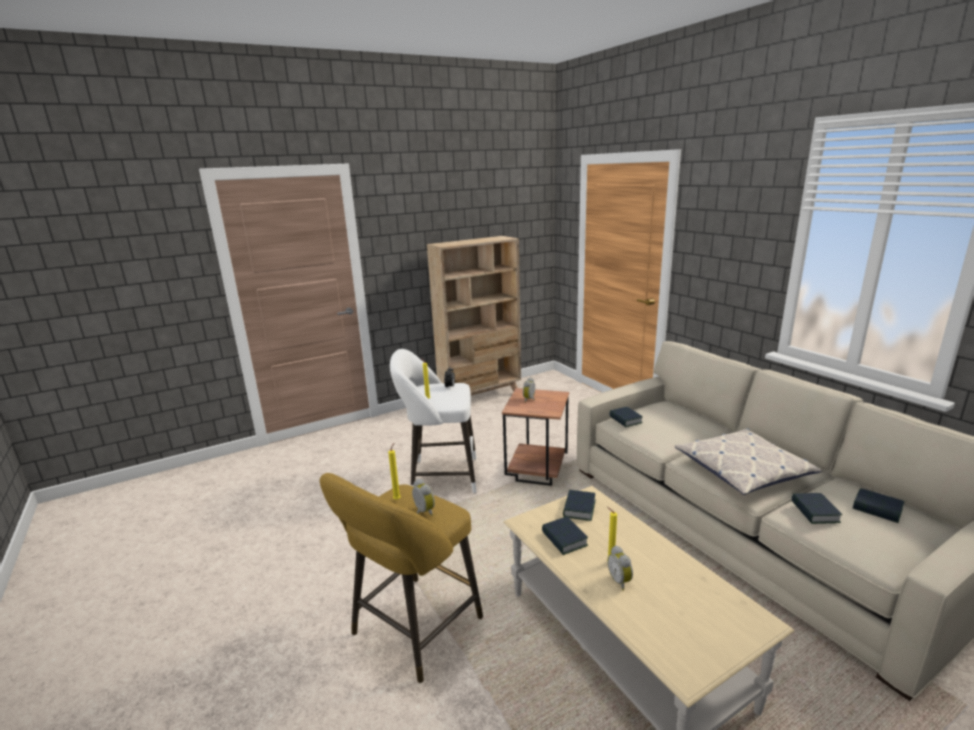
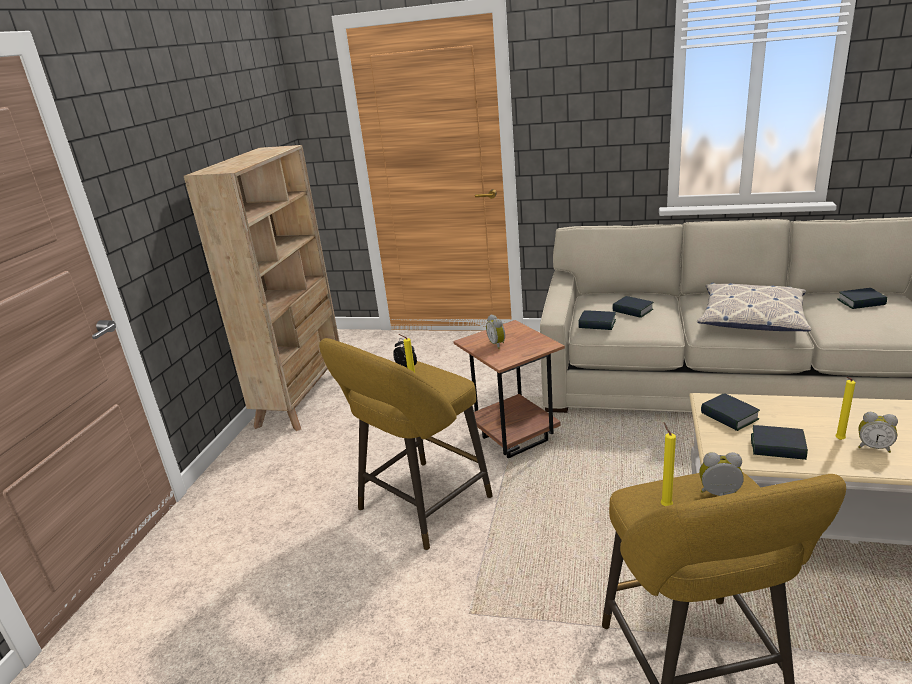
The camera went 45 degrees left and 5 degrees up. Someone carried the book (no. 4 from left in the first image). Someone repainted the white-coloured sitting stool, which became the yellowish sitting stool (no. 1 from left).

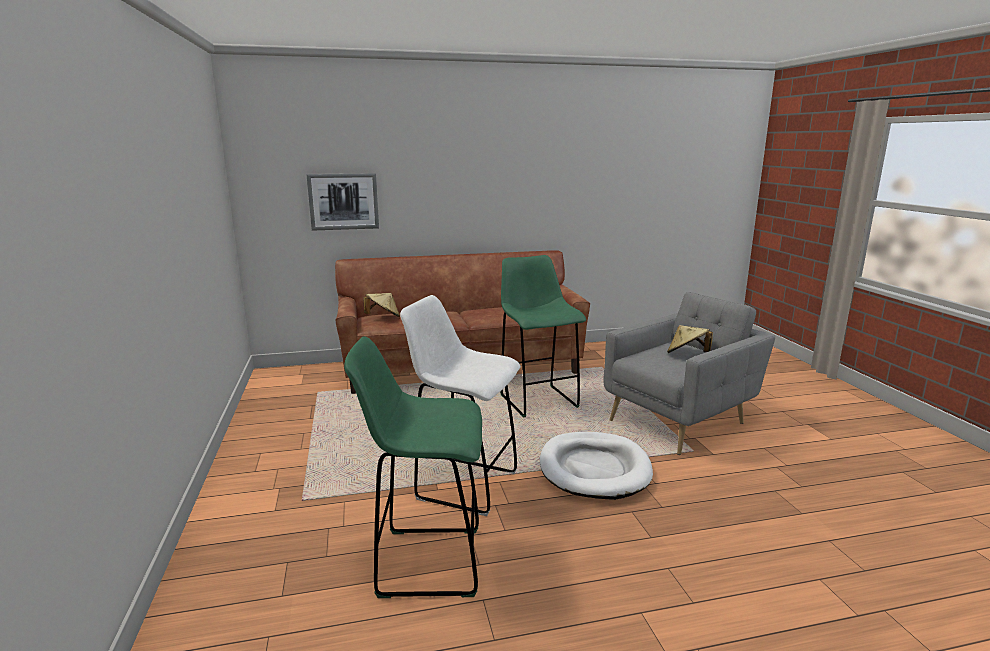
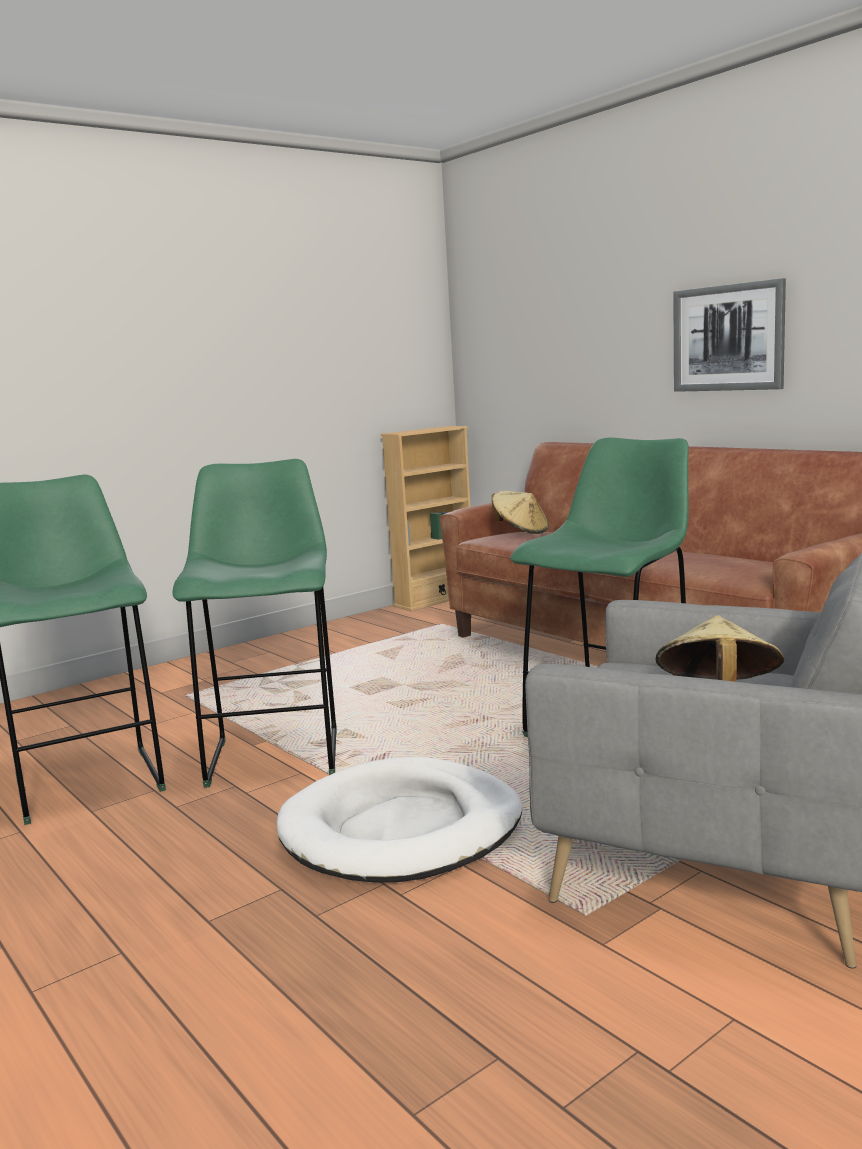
The camera went 65 degrees right and 5 degrees down. Someone put down the sand-coloured bookcase. Someone carried the wall picture. Someone repainted the white-coloured sitting stool, which became the green sitting stool (no. 2 from left).

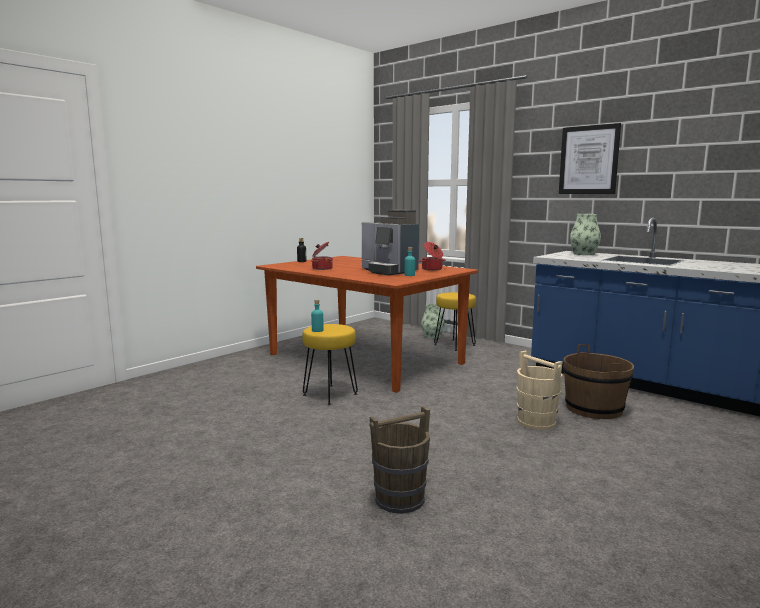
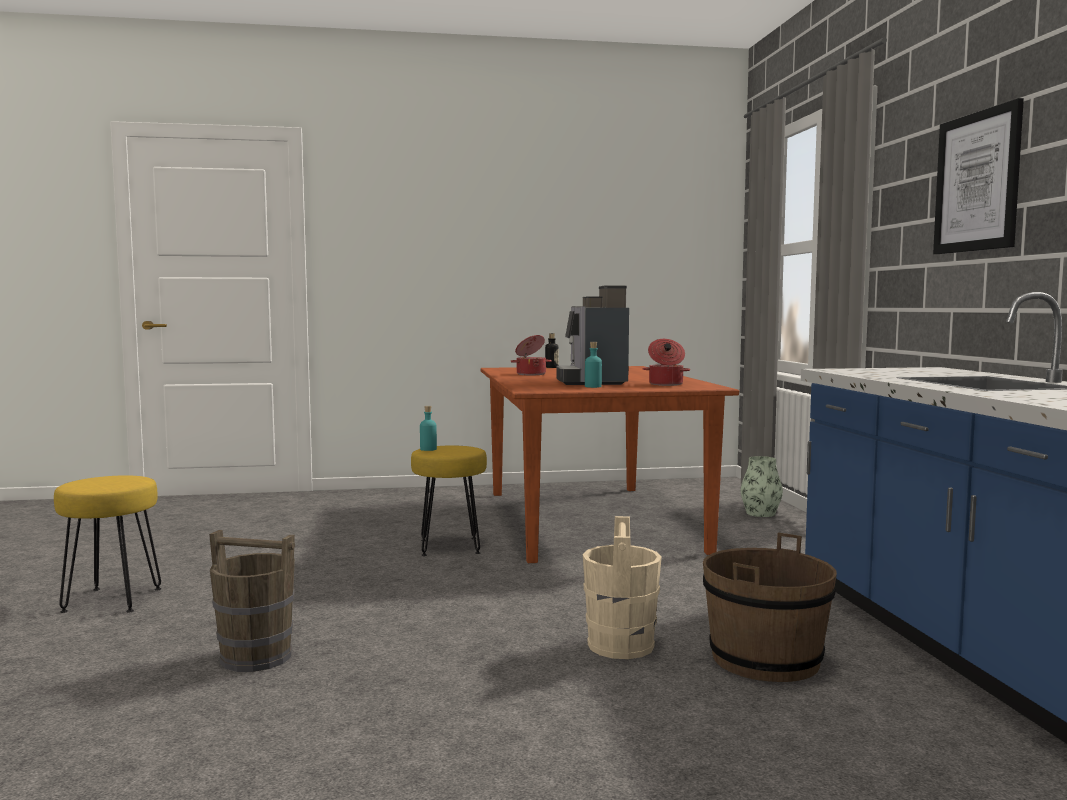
The camera went 40 degrees right and 5 degrees down. Someone took away the flower vase (no. 2 from left). Someone carried the yellowish sitting stool (no. 2 from left in the first image).

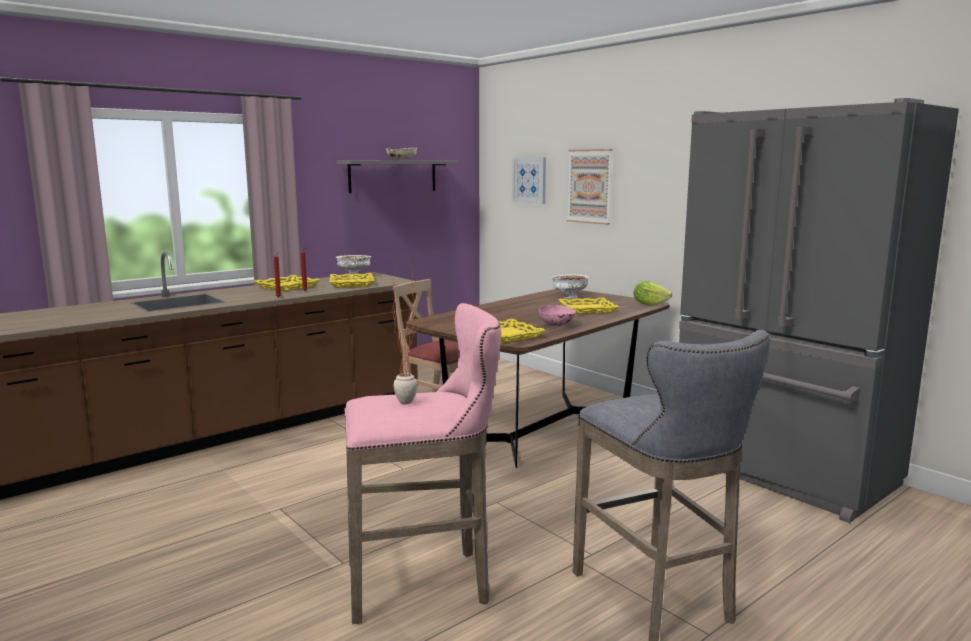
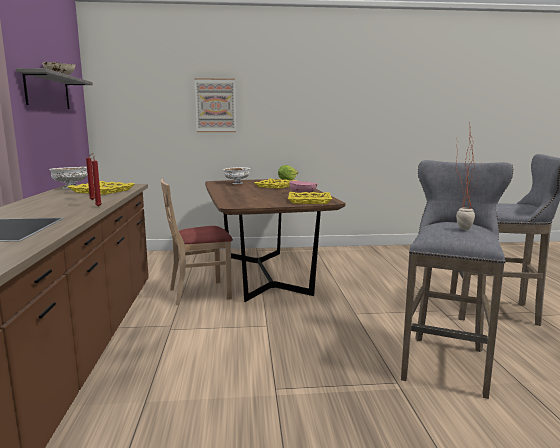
The camera went 55 degrees left and 0 degrees up. Someone took away the yellowish tray (no. 1 from left). Someone took away the wall picture (no. 1 from left). Someone took away the greyish kitchen fridge. Someone repainted the pinkish sitting stool, which became the greyish sitting stool (no. 1 from left).

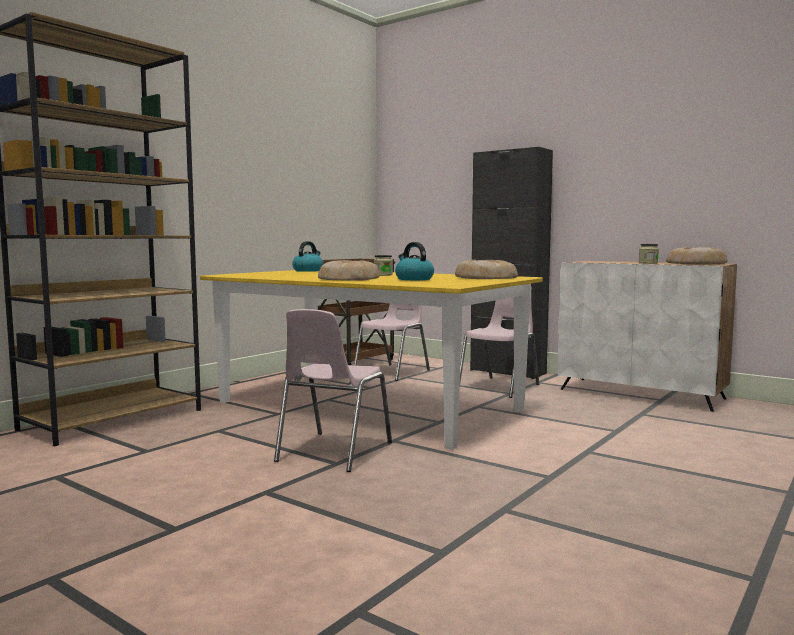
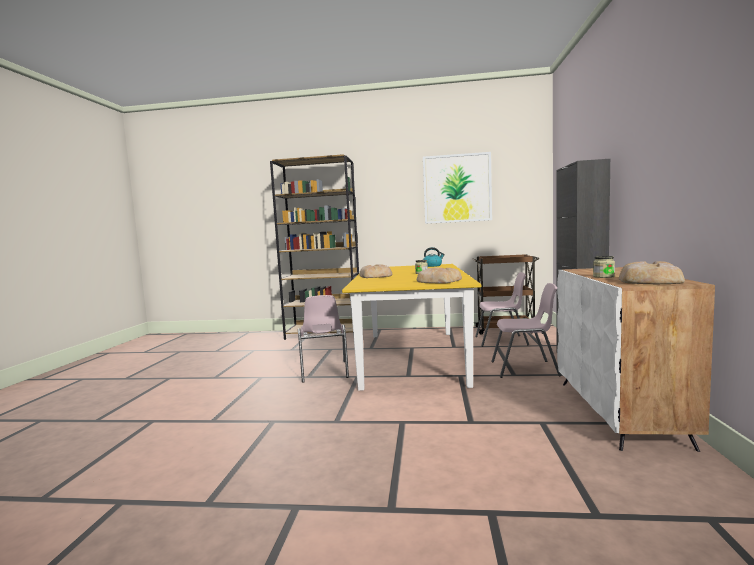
The camera went 60 degrees right and 0 degrees up. Someone took away the water kettle (no. 2 from left). Someone put up the wall picture. Someone rotated the pinkish plain chair (no. 1 from left) by 90 degrees counterclockwise.

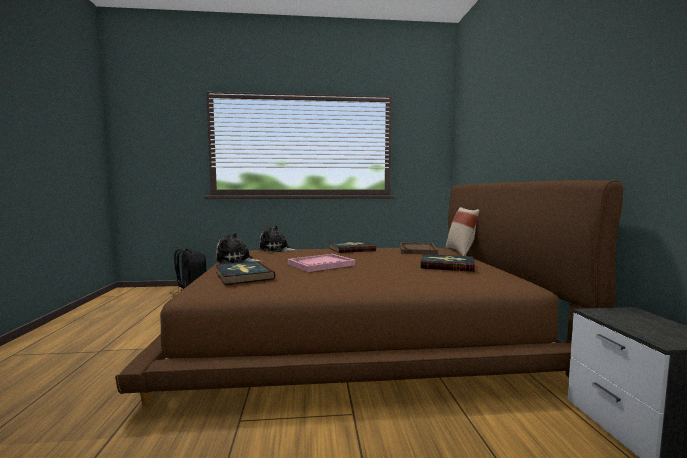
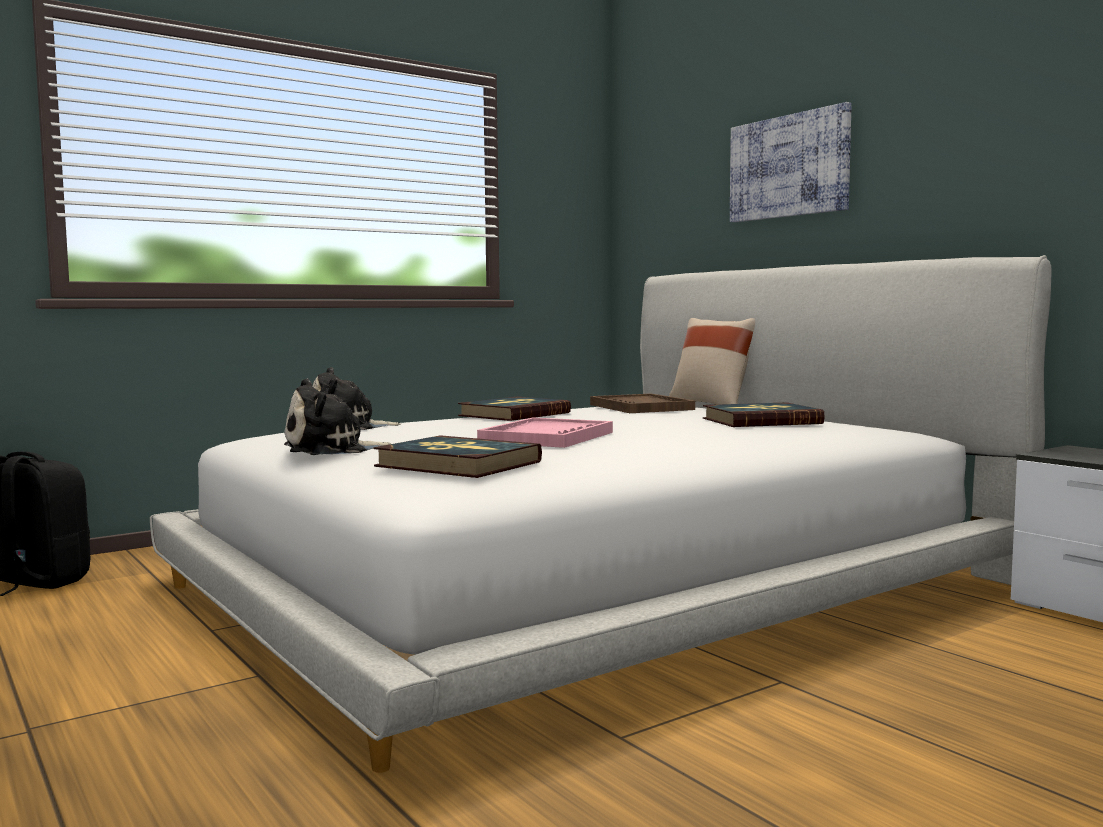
The camera went 30 degrees left and 0 degrees up. Someone put up the wall picture. Someone repainted the brown bed, which became the white-coloured bed.

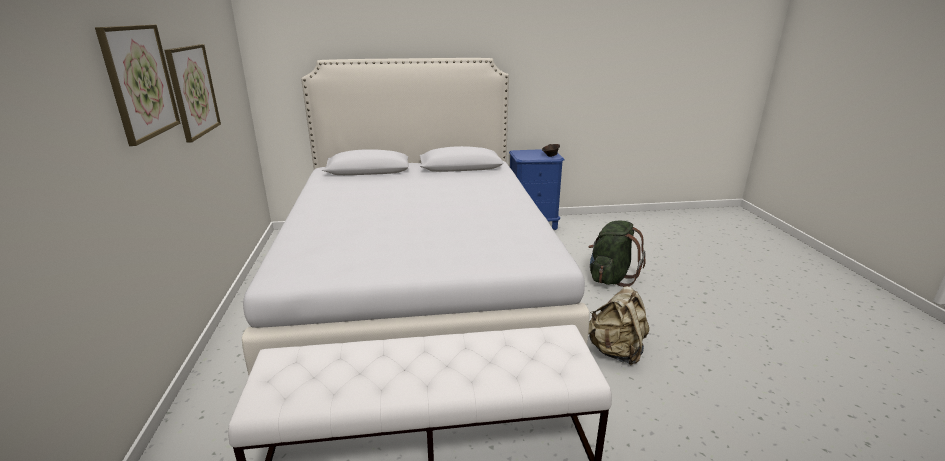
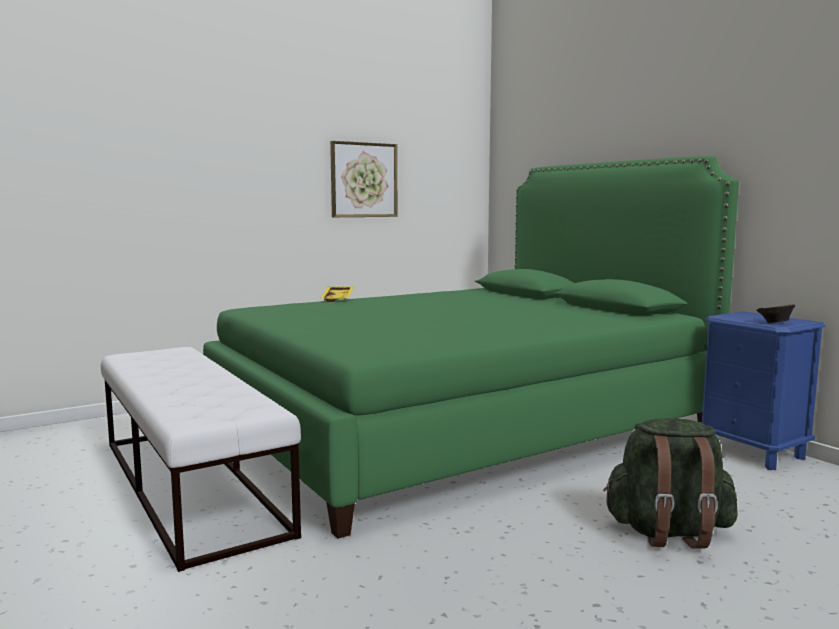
The camera went 65 degrees right and 15 degrees down. Someone took away the wall picture (no. 1 from left). Someone took away the sand-coloured knapsack. Someone put down the yellowish tray. Someone repainted the white-coloured bed, which became the green bed.

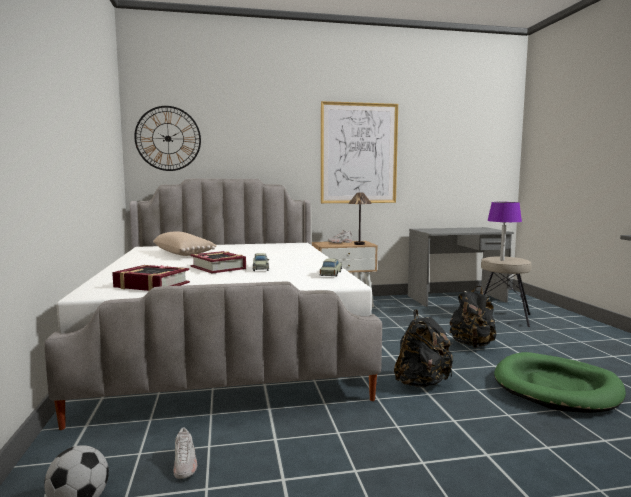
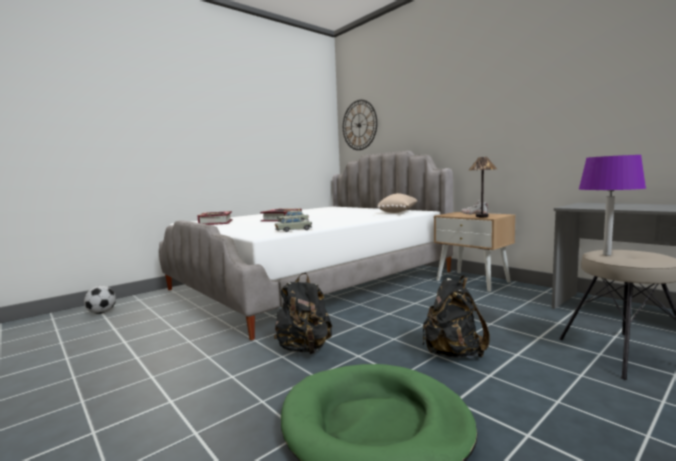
The camera went 60 degrees right and 0 degrees up. Someone took away the white-coloured item of footwear (no. 1 from left). Someone took away the wall picture. Someone carried the sand-coloured pillow.

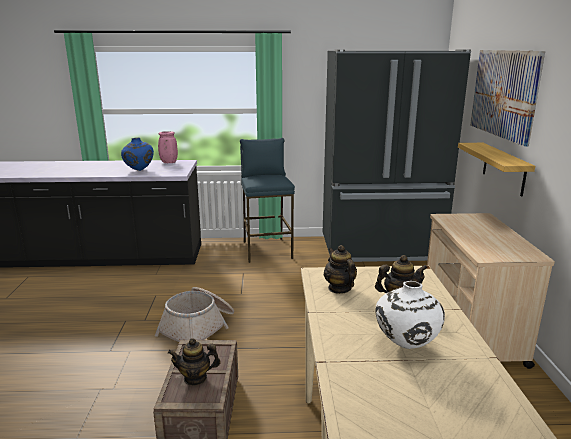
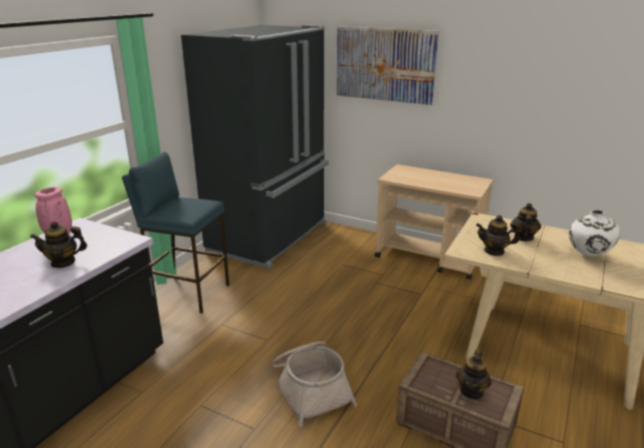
The camera went 60 degrees left and 5 degrees up. Someone took away the bracket shelf. Someone swapped the blue-coloured flower vase for the pot for tea (no. 1 from left).

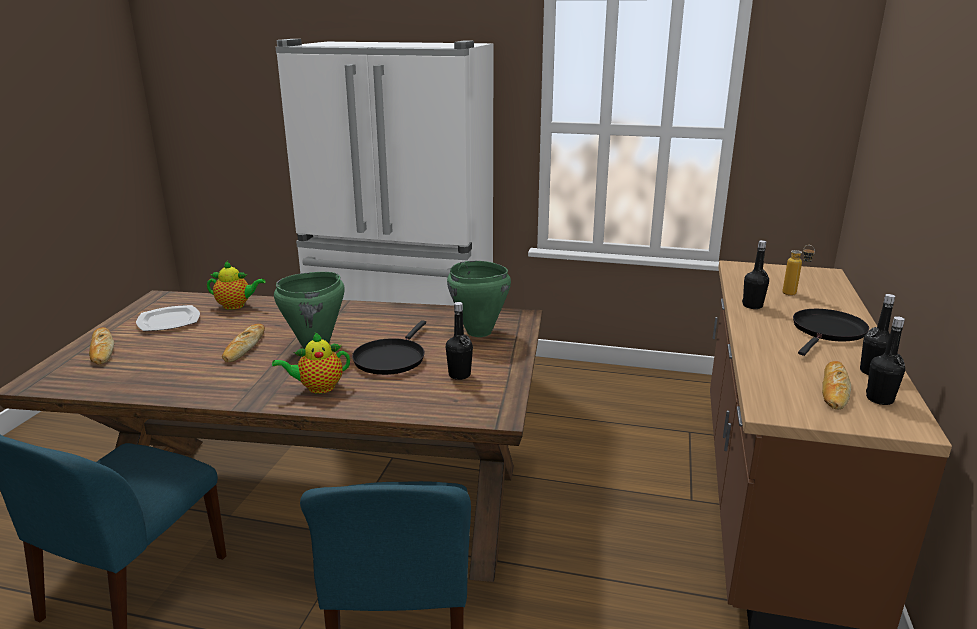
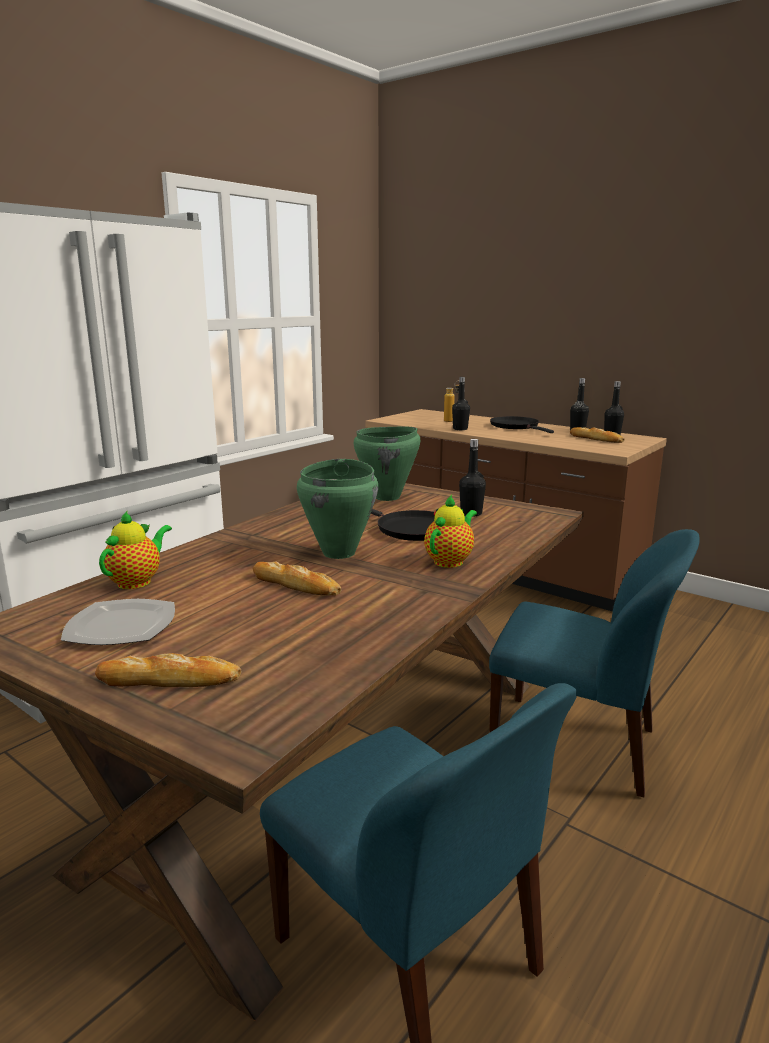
The camera went 65 degrees left and 5 degrees down. Someone rotated the pot for tea (no. 2 from left) by 150 degrees counterclockwise.

